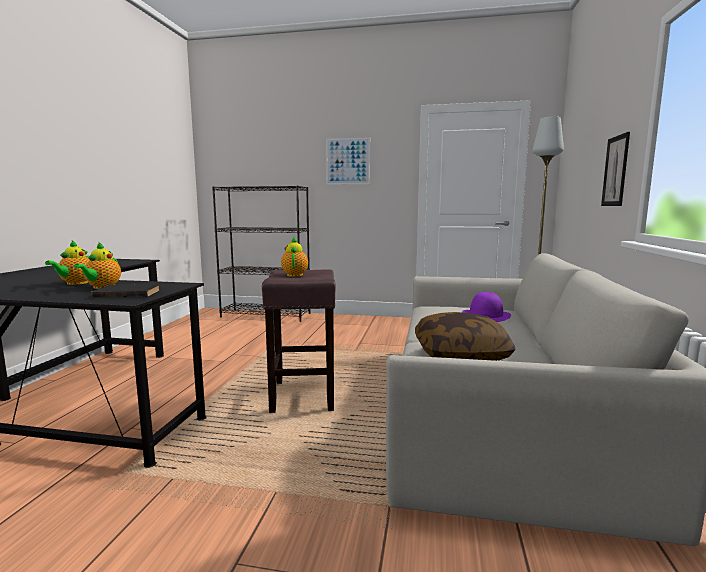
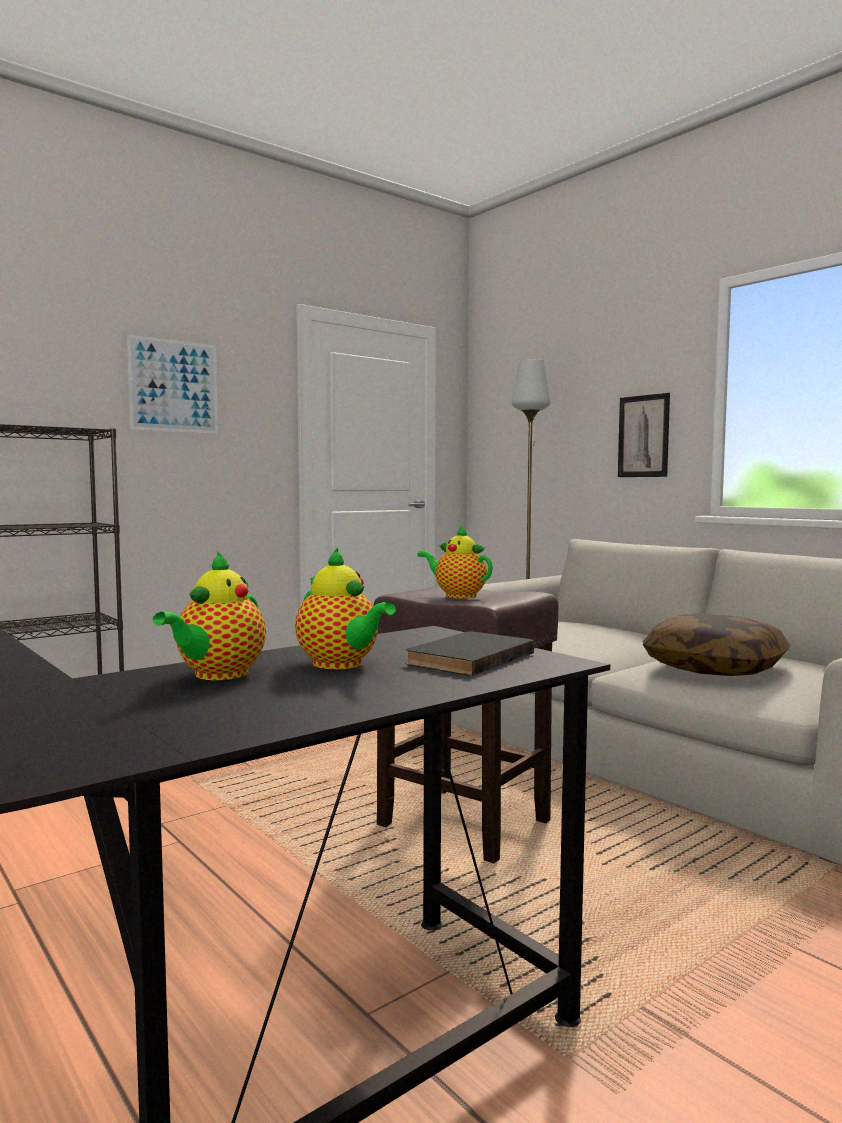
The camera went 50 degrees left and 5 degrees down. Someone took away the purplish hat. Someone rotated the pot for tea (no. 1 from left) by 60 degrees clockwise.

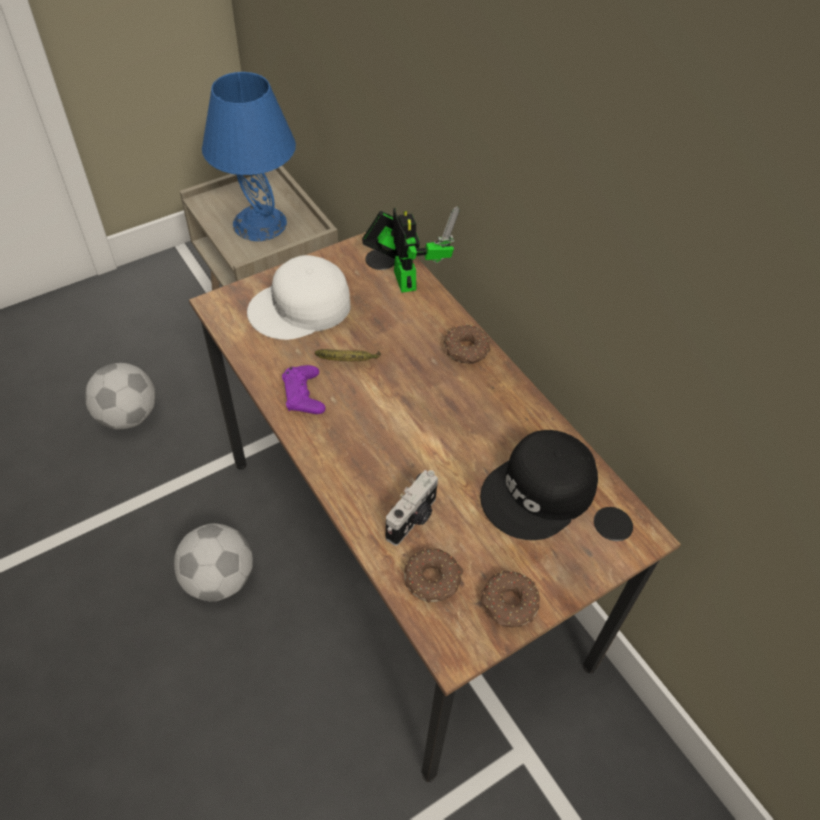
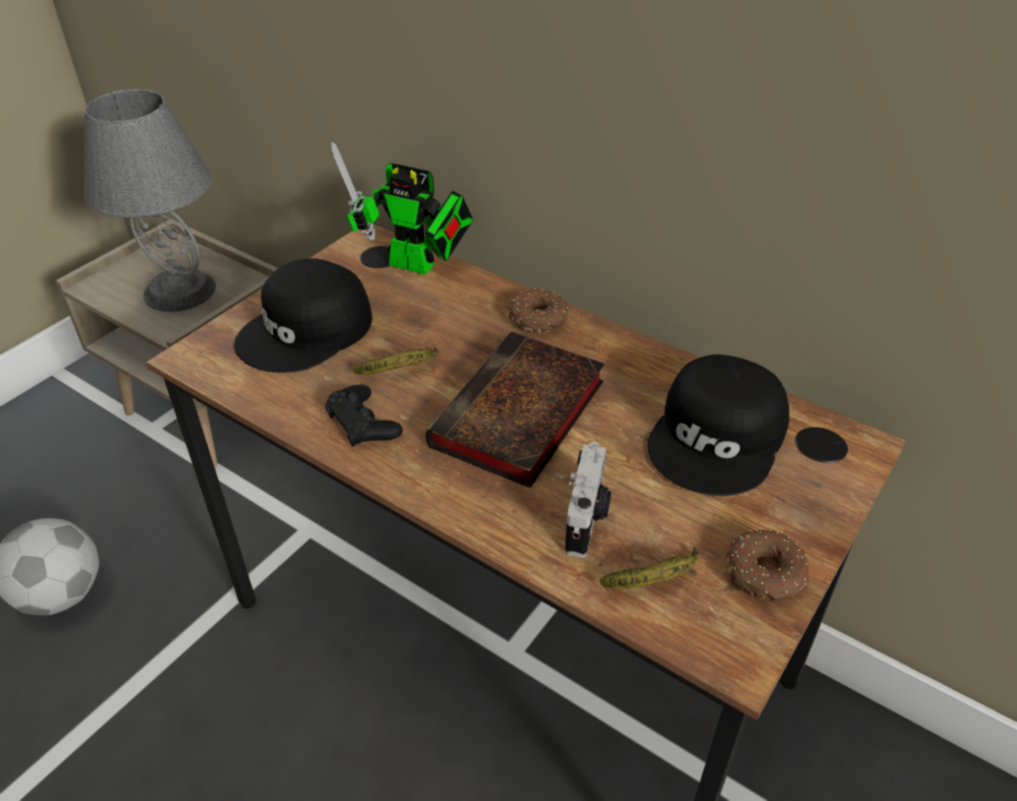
The camera went 20 degrees left and 10 degrees down. Someone took away the ball for football (no. 2 from left). Someone put down the book. Someone swapped the ring doughnut (no. 1 from left) for the whole banana (no. 2 from left). Someone repainted the blue-coloured tabletop lamp, which became the greyish tabletop lamp. Someone repainted the white-coloured baseball cap, which became the black baseball cap (no. 1 from left). Someone repainted the purplish game controller, which became the black game controller. Someone rotated the toy robot by 150 degrees clockwise.

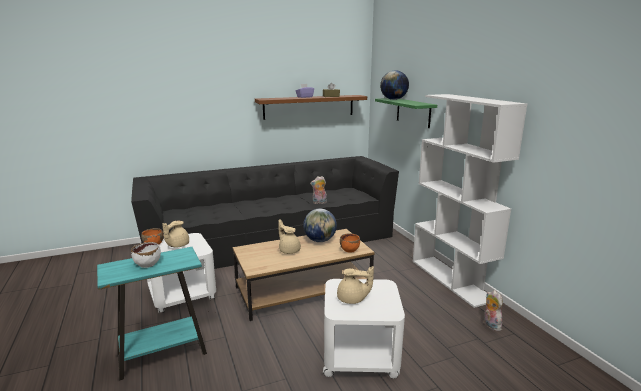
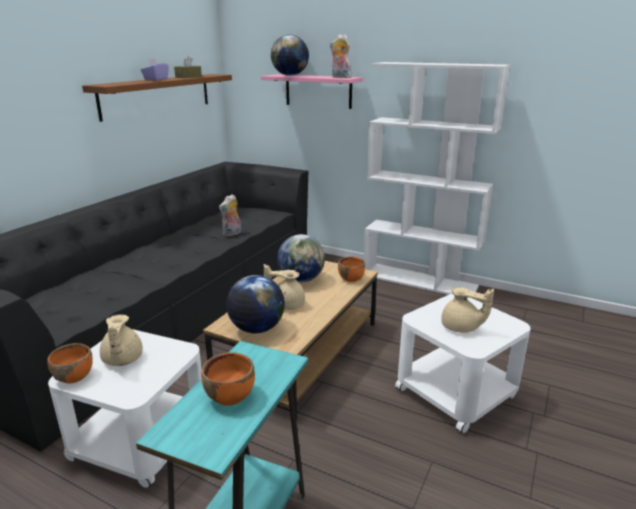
The camera went 40 degrees left and 5 degrees up. Someone put down the desk globe (no. 1 from left). Someone carried the cuddly toy (no. 2 from left). Someone repainted the white-coloured deep dish, which became the orangey deep dish (no. 2 from left). Someone repainted the green bracket shelf, which became the pinkish bracket shelf. Someone rotated the sand-coloured pot for tea (no. 3 from left) by 60 degrees clockwise.

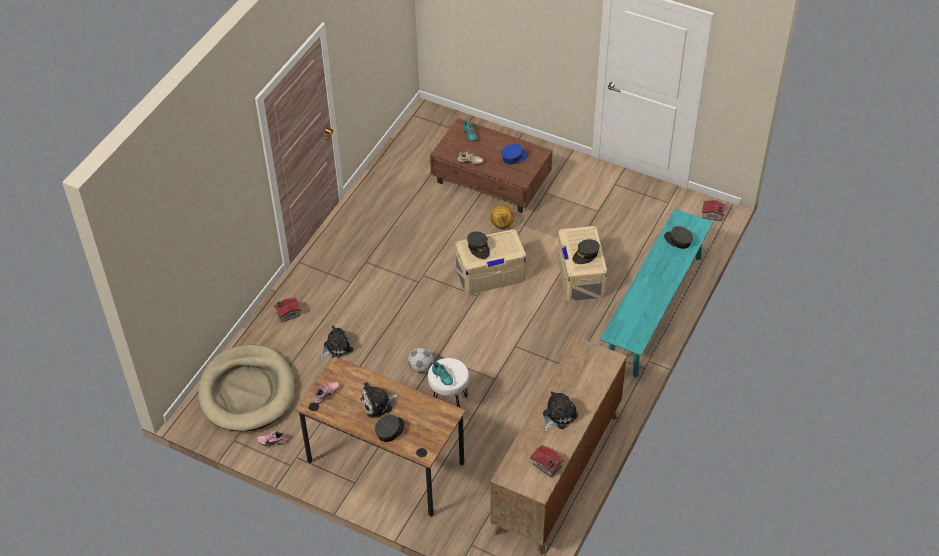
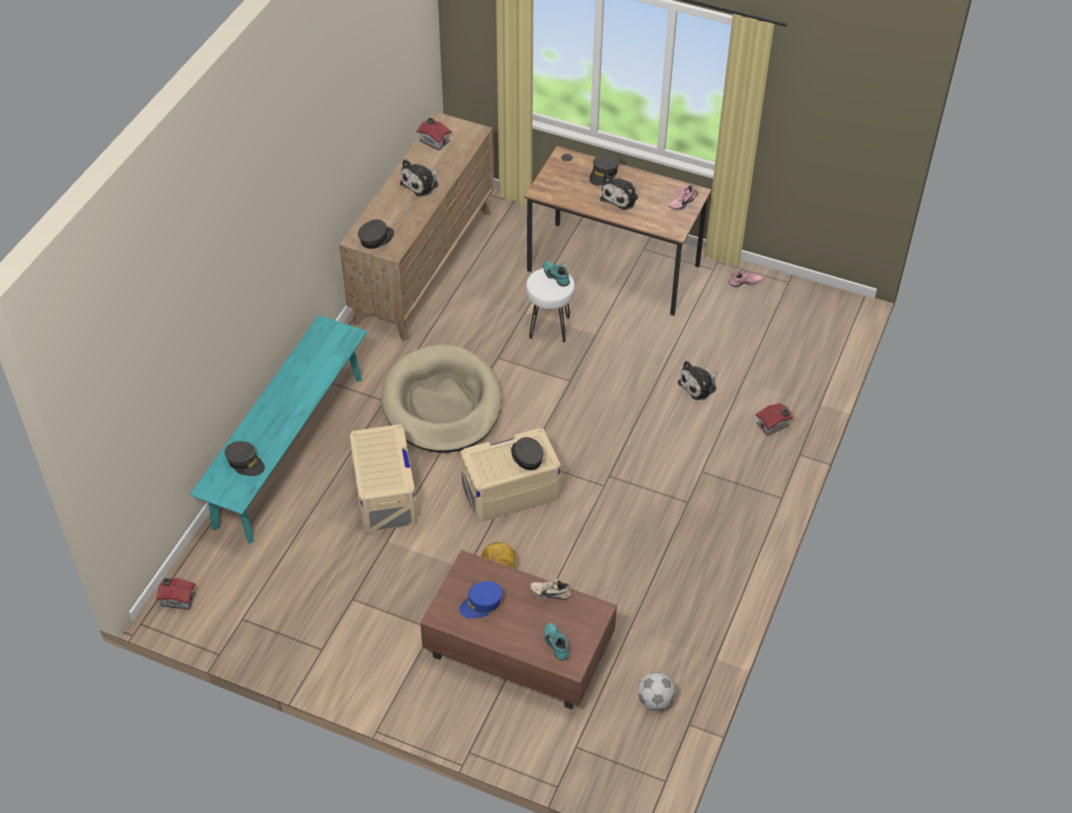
The camera went 175 degrees right and 0 degrees up. Someone carried the sand-coloured dog cushion. Someone carried the ball for football (no. 1 from left in the first image). Someone carried the greyish baseball cap (no. 3 from left in the first image). Someone rotated the cuddly toy (no. 2 from left) by 150 degrees clockwise.

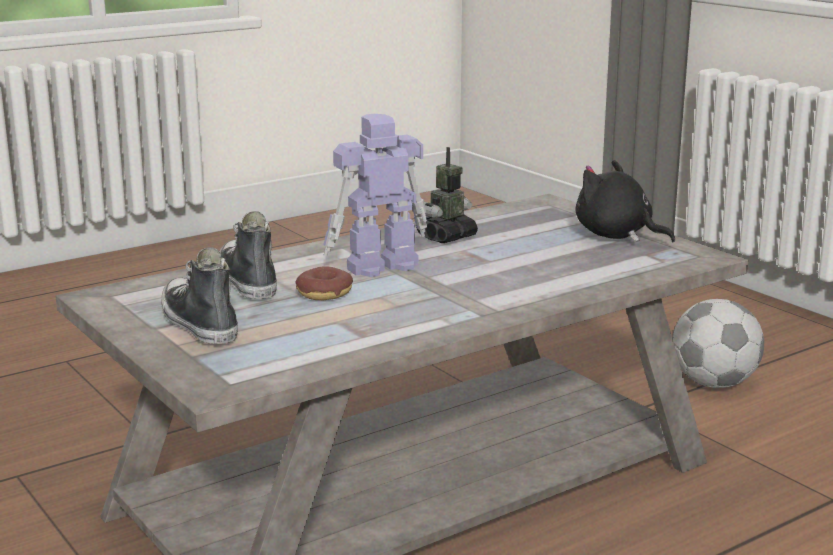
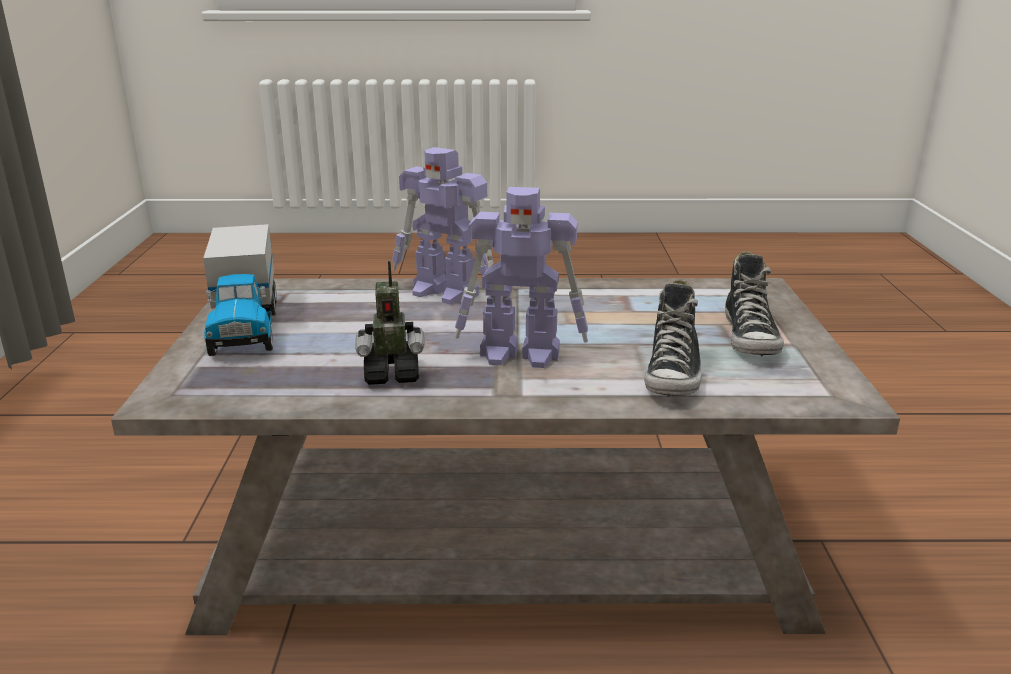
The camera went 145 degrees left and 5 degrees up. Someone took away the ring doughnut. Someone took away the ball for football. Someone put down the toy robot (no. 2 from left). Someone swapped the black cuddly toy for the model truck.

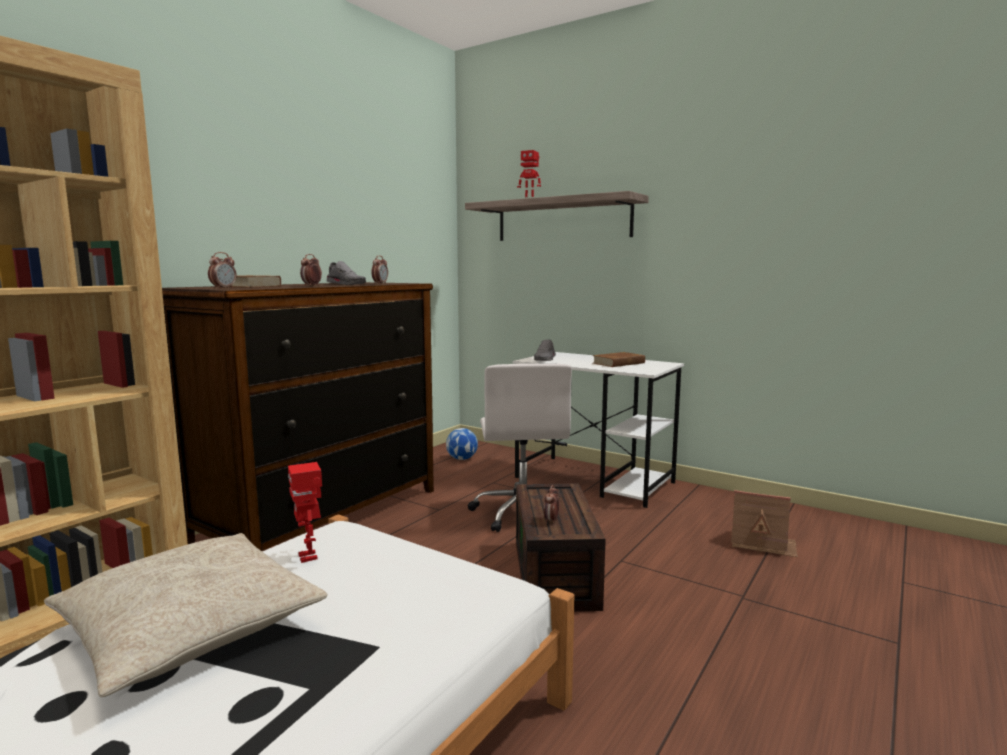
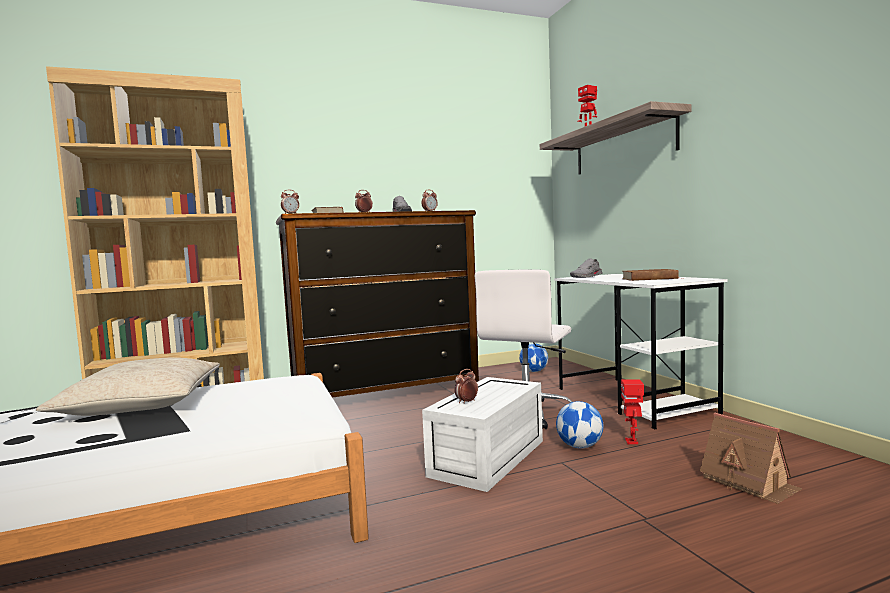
The camera went 35 degrees right and 5 degrees down. Someone put down the ball for football (no. 2 from left). Someone carried the toy robot (no. 1 from left in the first image). Someone repainted the brown storage bin, which became the white-coloured storage bin.

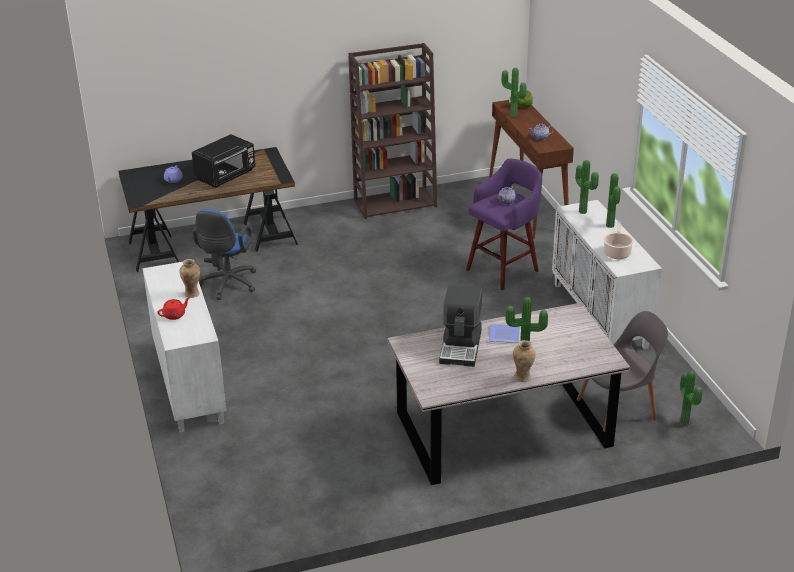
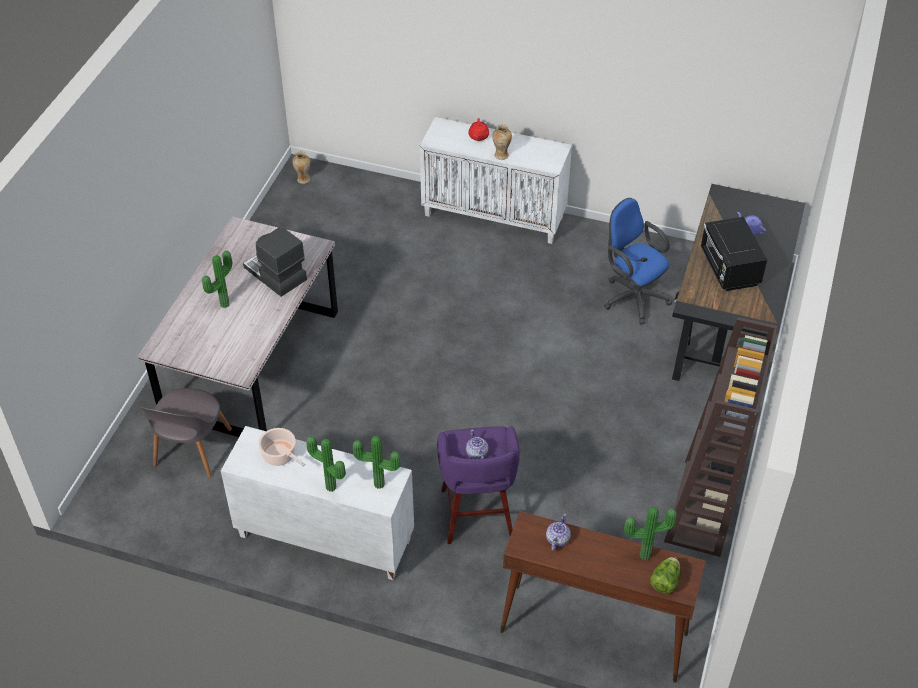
The camera went 125 degrees right and 15 degrees up. Someone took away the dinner plate. Someone took away the houseplant (no. 5 from left). Someone carried the flower vase (no. 2 from left in the first image).

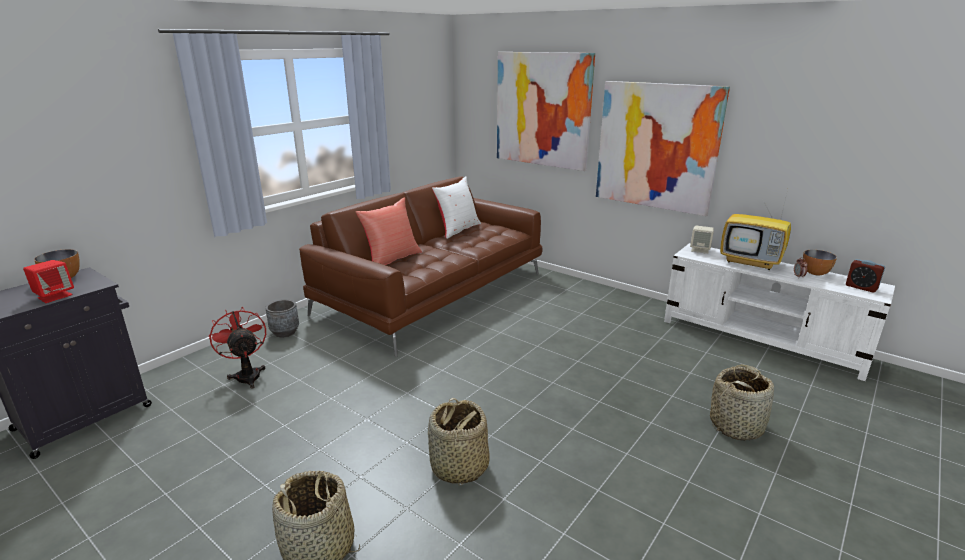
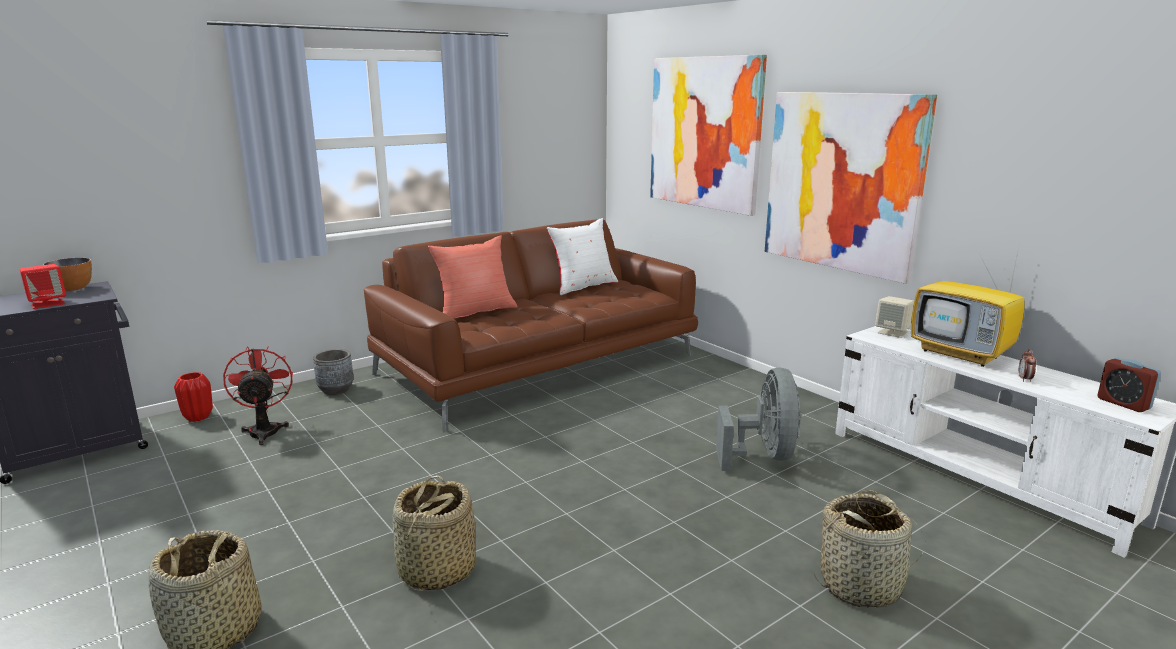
The camera went 15 degrees right and 5 degrees down. Someone took away the deep dish (no. 2 from left). Someone put down the red flower vase. Someone put down the greyish electric fan.

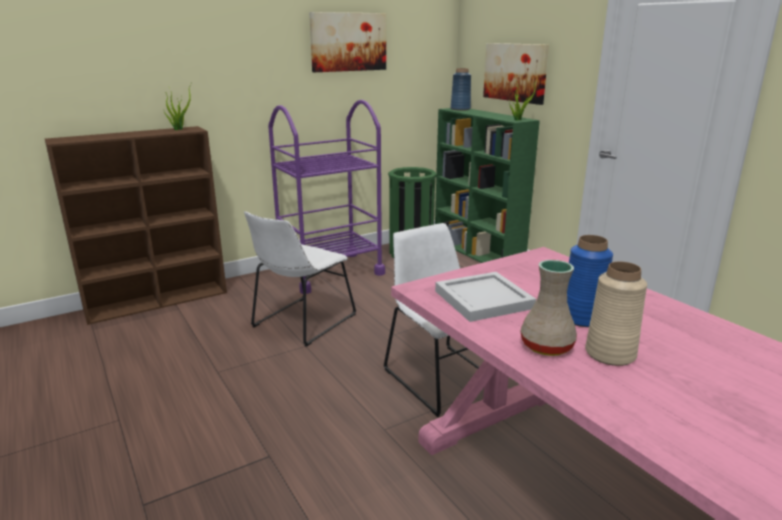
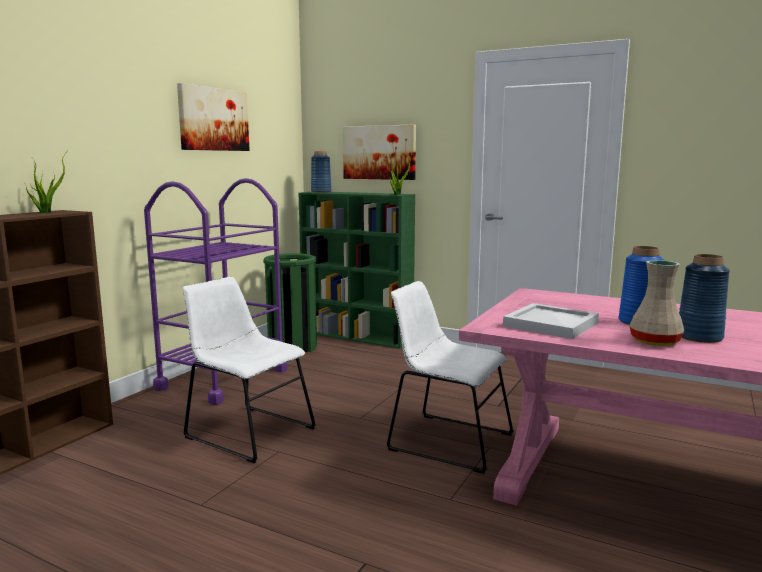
The camera went 30 degrees left and 10 degrees down. Someone repainted the sand-coloured flower vase (no. 2 from left), which became the blue-coloured flower vase (no. 3 from left). Someone rotated the white-coloured plain chair (no. 1 from left) by 120 degrees clockwise.

